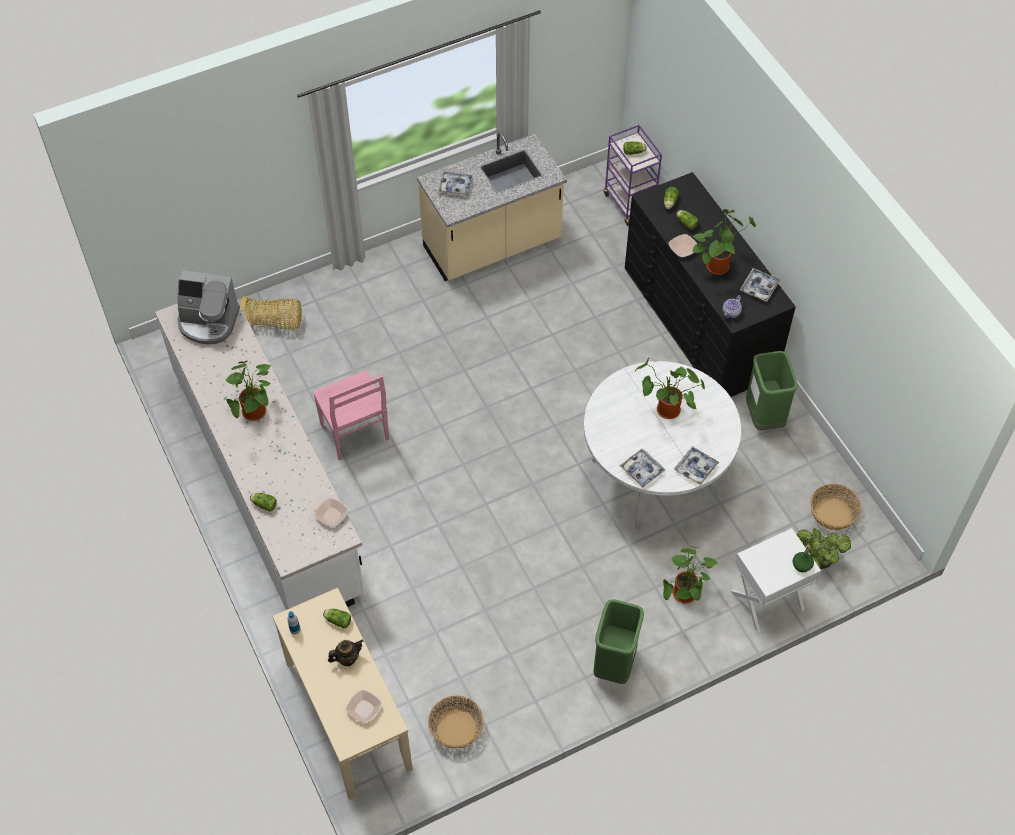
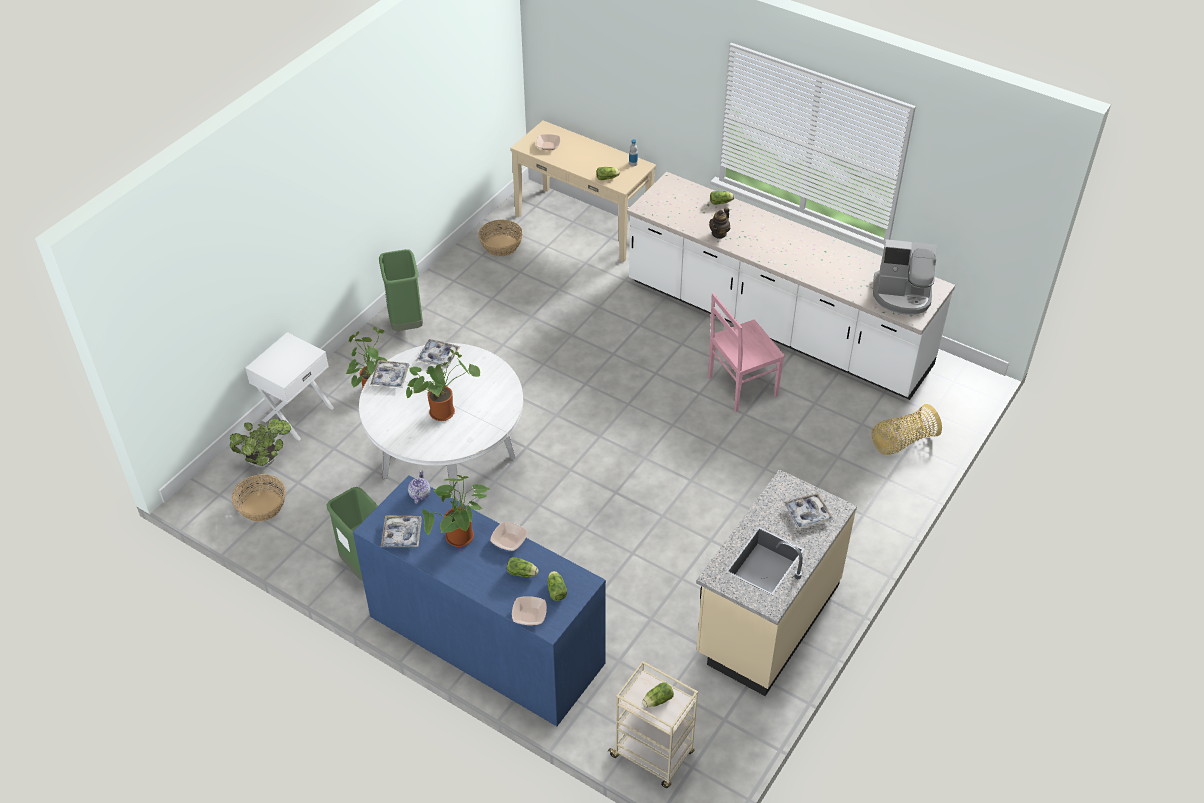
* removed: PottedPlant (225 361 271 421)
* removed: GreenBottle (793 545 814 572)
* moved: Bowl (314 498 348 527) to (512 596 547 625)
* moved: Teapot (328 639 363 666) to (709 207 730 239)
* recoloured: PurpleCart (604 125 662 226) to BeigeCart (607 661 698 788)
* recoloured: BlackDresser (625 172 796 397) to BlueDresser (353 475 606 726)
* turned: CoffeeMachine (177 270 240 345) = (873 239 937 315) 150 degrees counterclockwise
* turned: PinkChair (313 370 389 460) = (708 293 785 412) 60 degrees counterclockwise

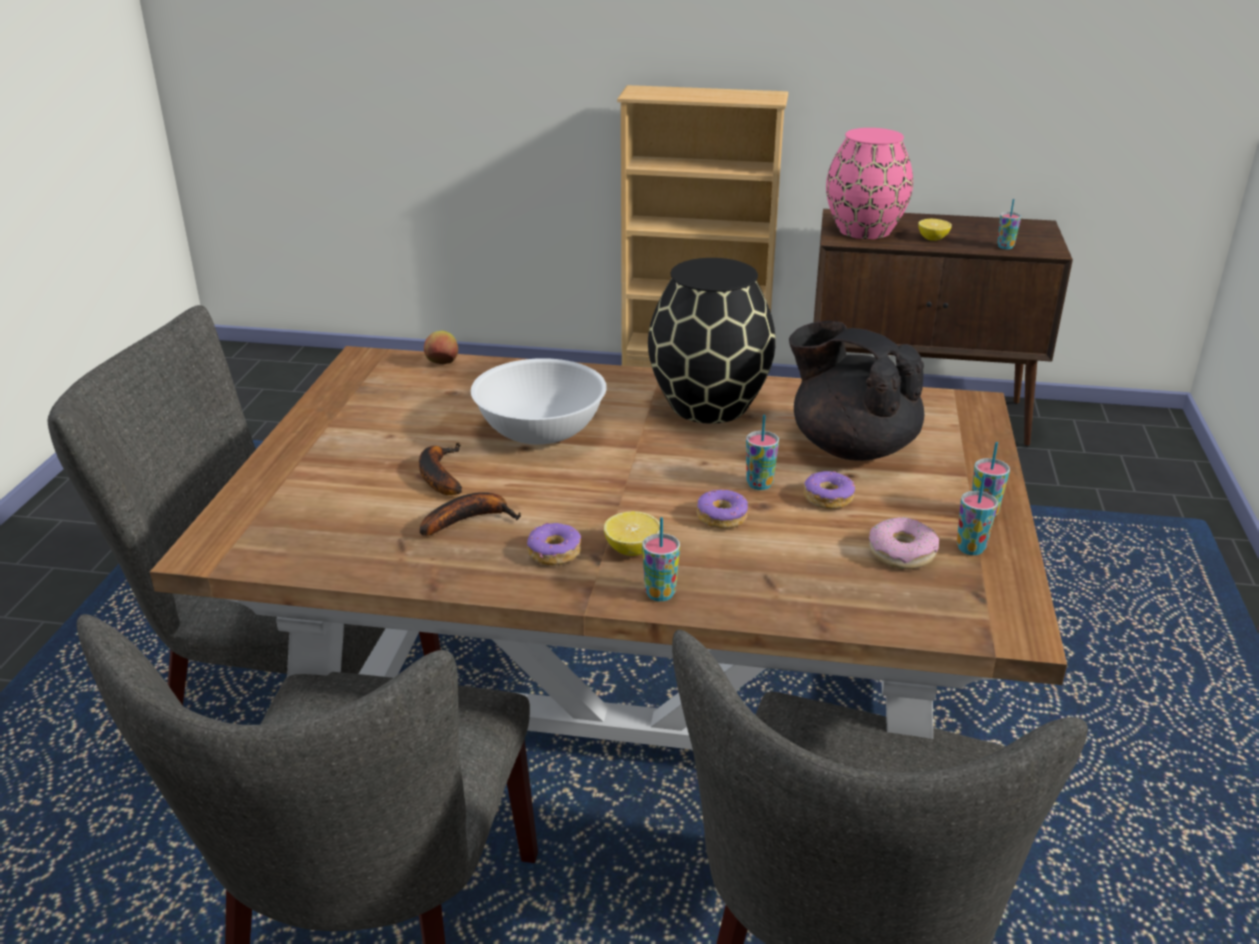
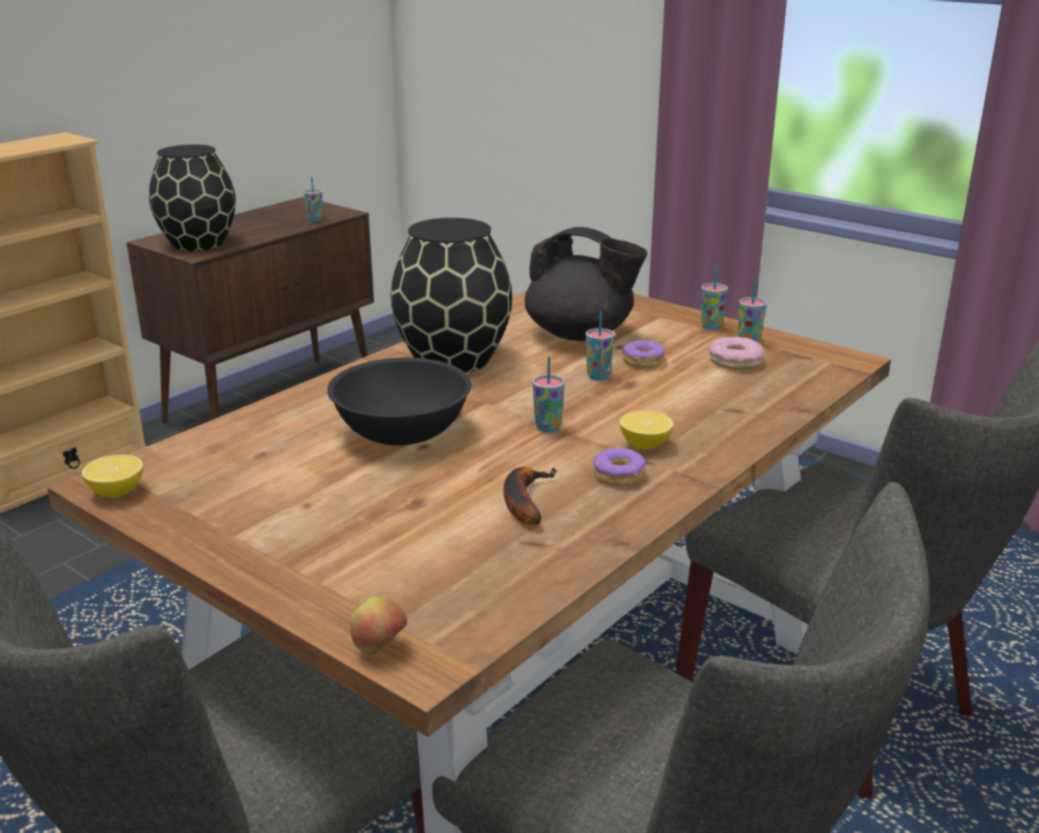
* removed: Banana (419 443 462 495)
* removed: Donut (697 490 748 529)
* moved: Apple (424 330 458 364) to (350 596 407 654)
* moved: Cup (642 517 680 601) to (533 357 565 433)
* moved: Lemon (918 219 952 241) to (82 455 143 498)
* recoloured: WhiteBowl (471 358 607 445) to BlackBowl (327 358 472 445)
* recoloured: PinkVase (826 128 913 239) to BlackVase (149 145 236 251)
* turned: BlackTeapot (789 321 924 461) = (525 227 647 341) 135 degrees counterclockwise

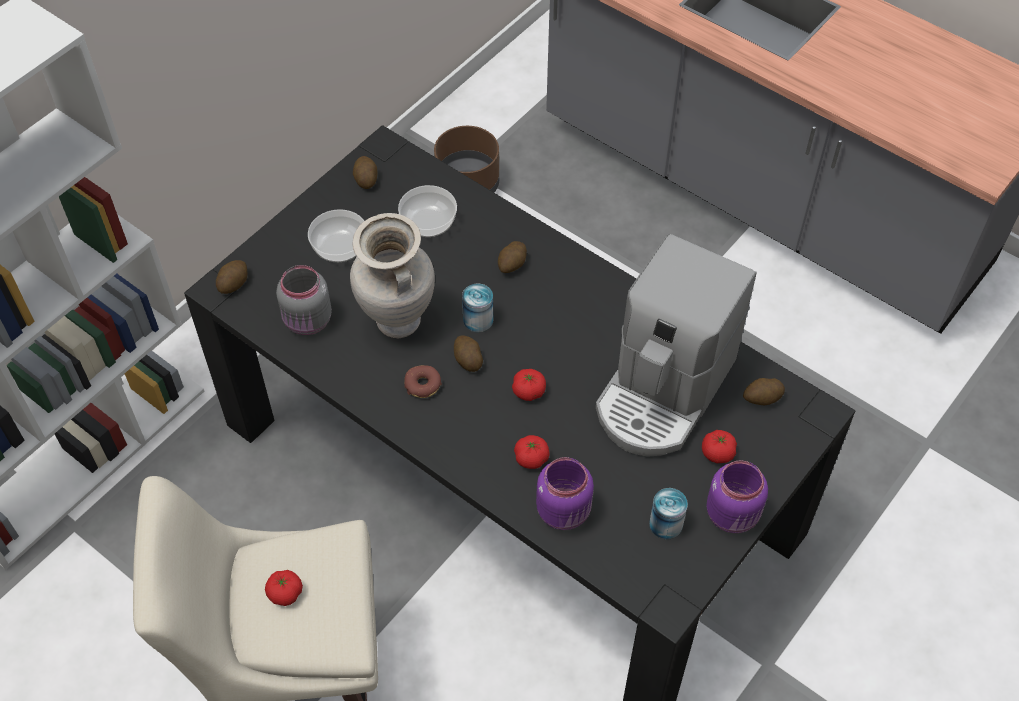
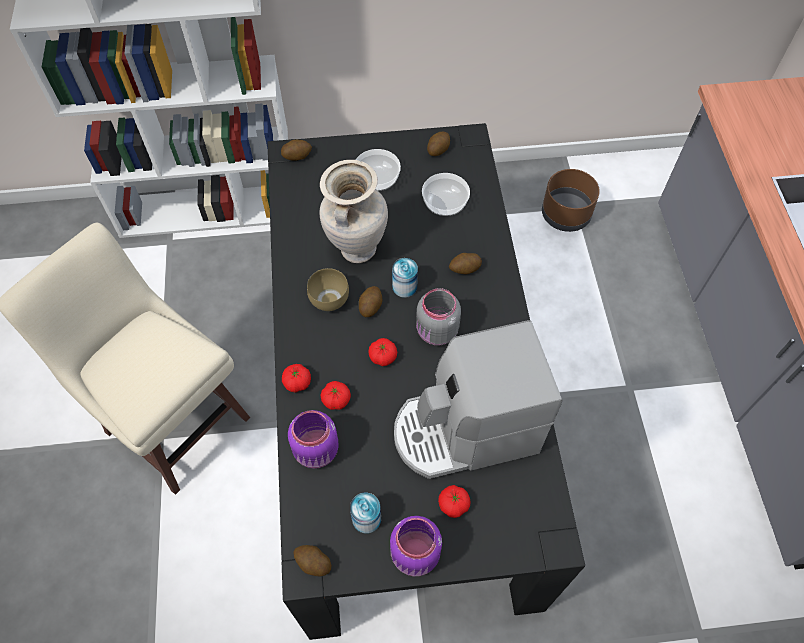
* moved: Tomato (265 570 303 606) to (282 364 311 392)
* moved: GreyJar (276 265 332 335) to (416 288 461 345)
* moved: Potato (743 378 785 405) to (293 545 332 576)
* replaced: Donut (404 365 442 398) to BrownBowl (307 268 349 311)

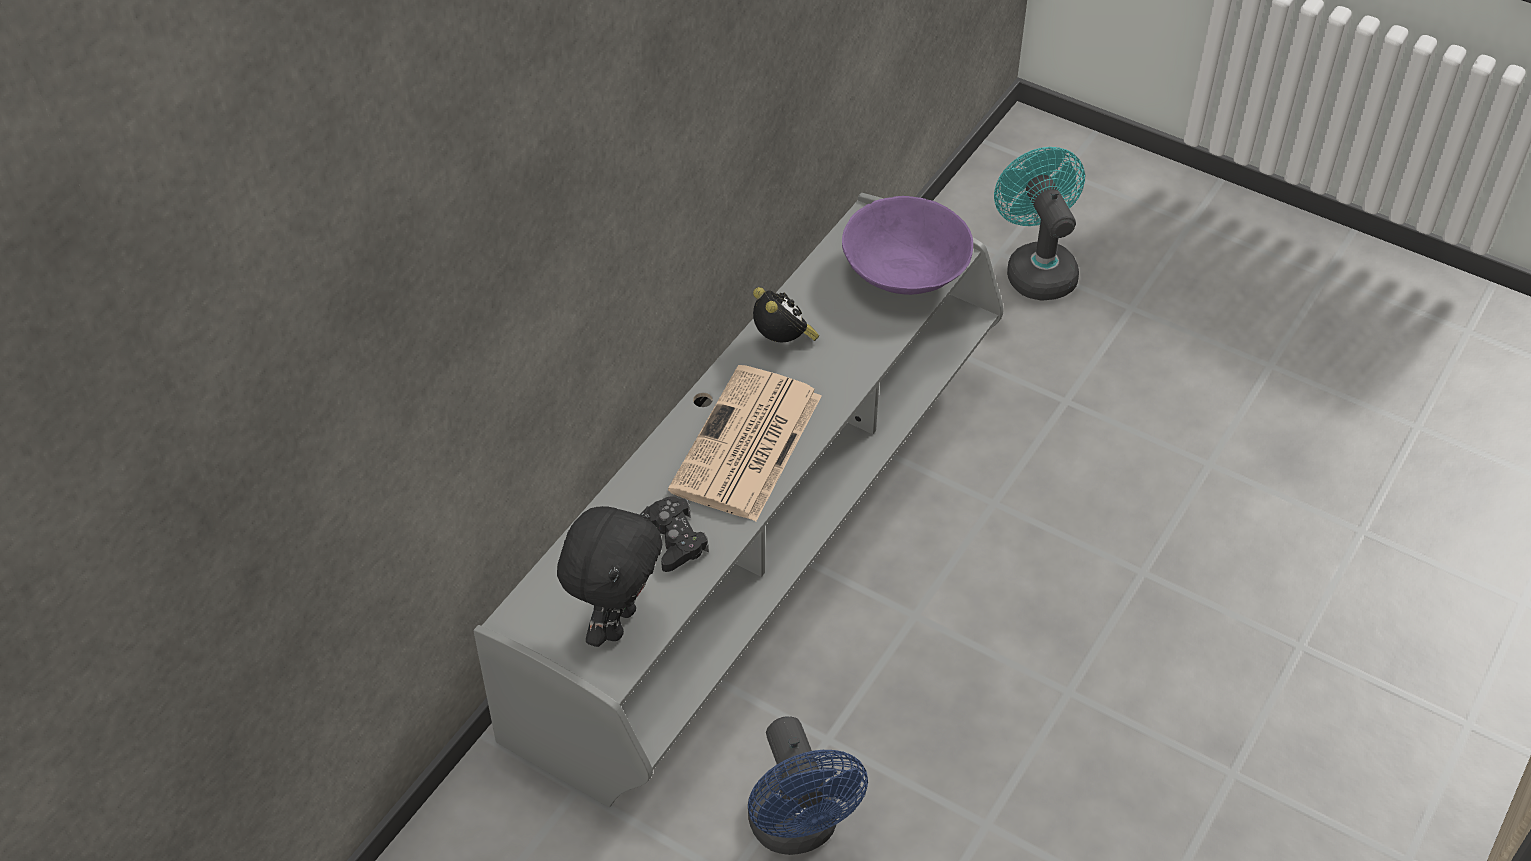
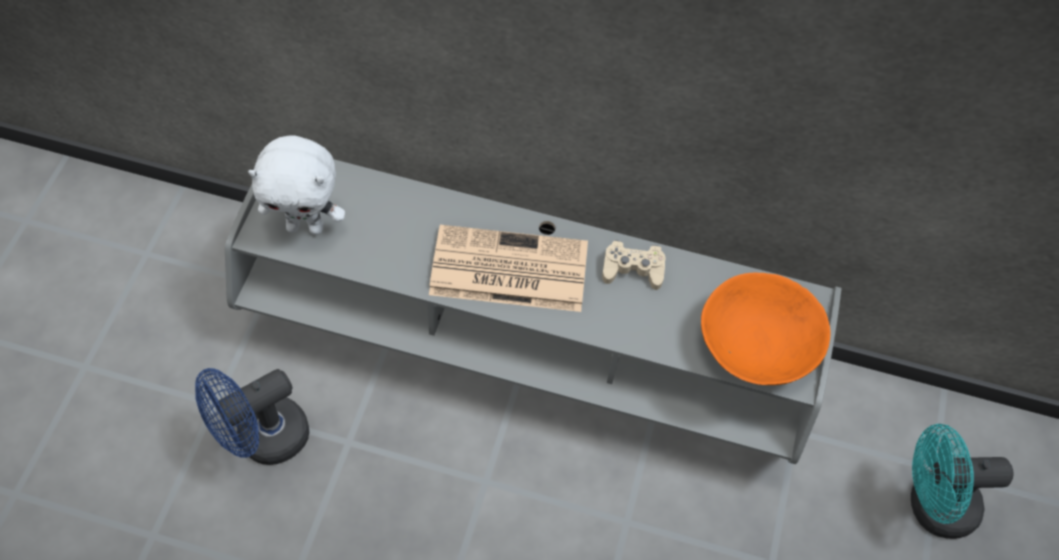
* removed: BlackGameController (640 496 709 572)
* replaced: AlarmClock (753 287 819 343) to BeigeGameController (602 240 665 290)
* recoloured: BlackPlushToy (557 506 662 647) to WhitePlushToy (248 135 345 235)
* recoloured: PurpleBowl (842 196 973 295) to OrangeBowl (701 272 831 385)
* turned: TurquoiseFan (994 147 1085 301) = (911 424 1013 539) 150 degrees counterclockwise

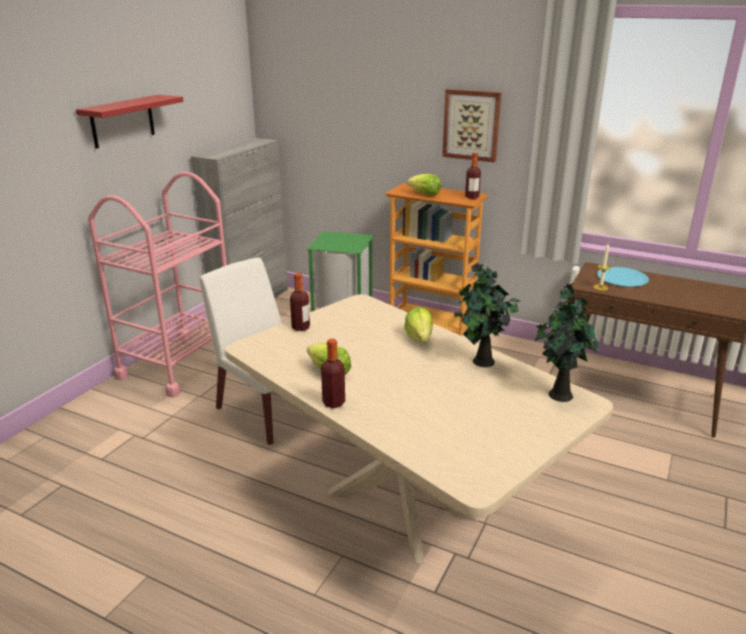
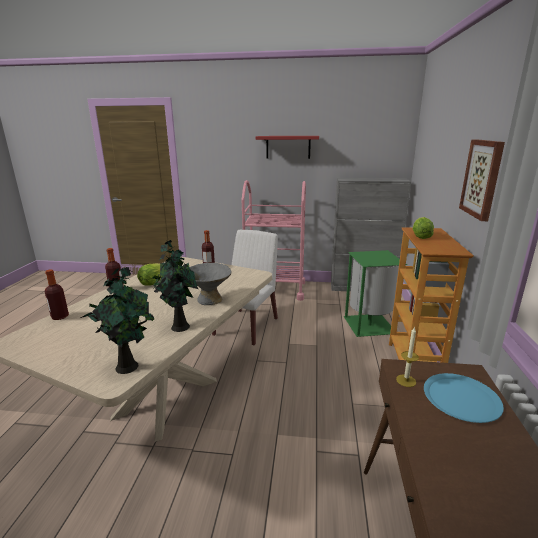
* moved: Bottle (465 153 481 199) to (45 269 69 320)
* replaced: Lettuce (404 307 433 342) to GreyBowl (190 263 232 305)

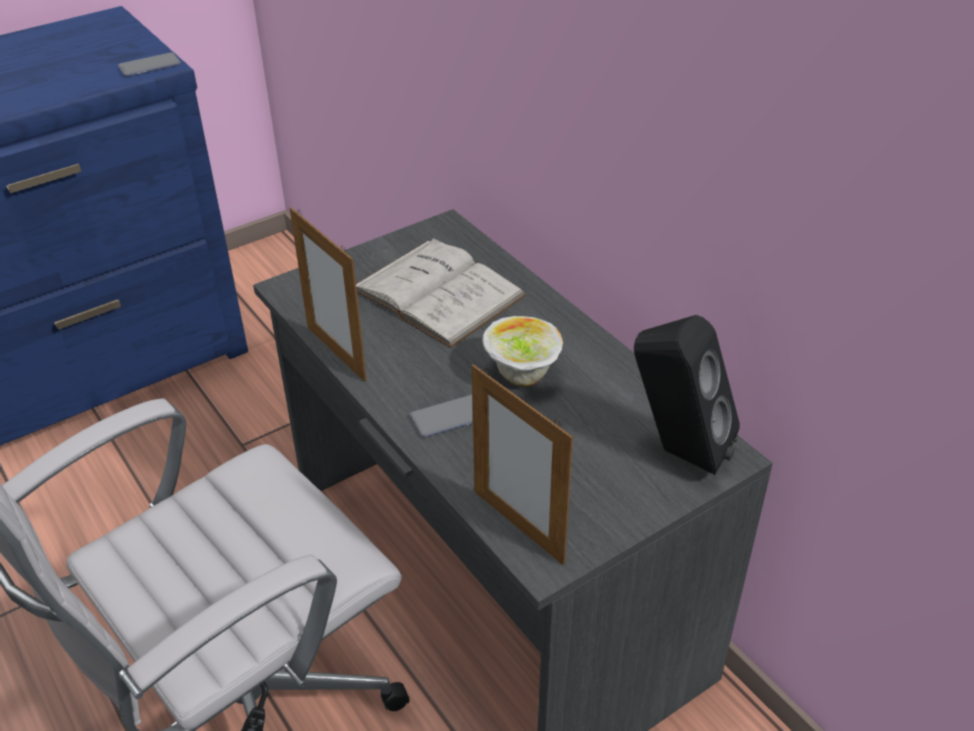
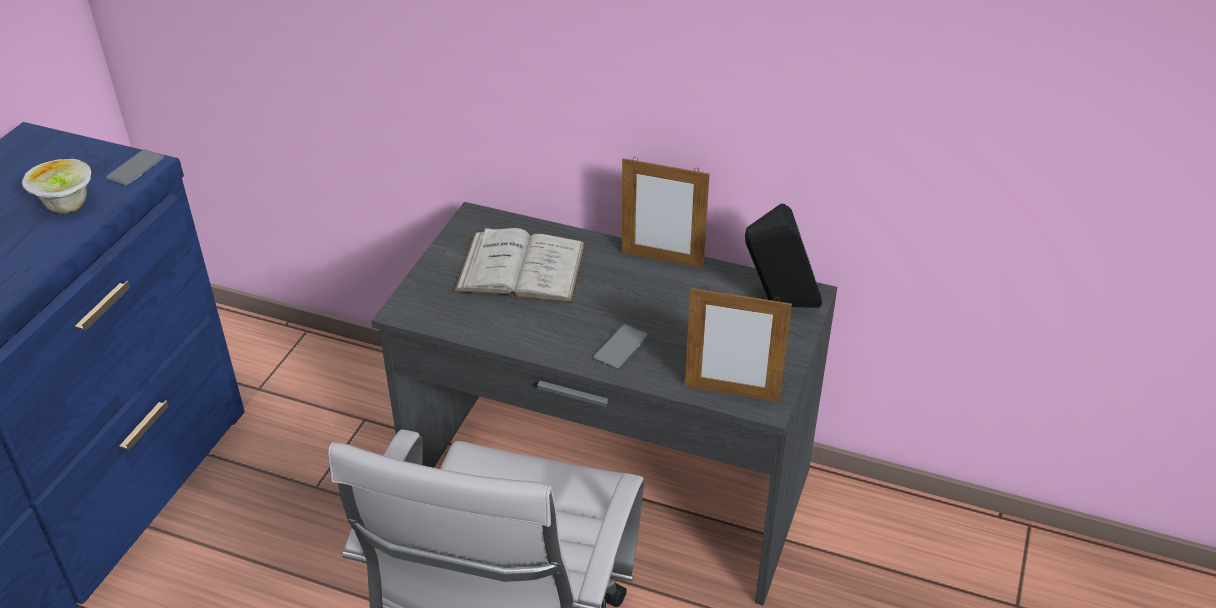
* moved: PictureFrame (290 207 367 382) to (621 157 710 268)
* moved: Bowl (482 316 563 386) to (22 159 91 214)

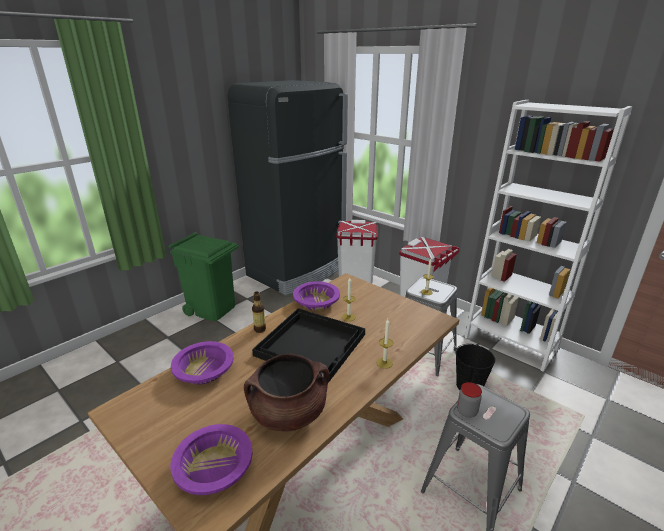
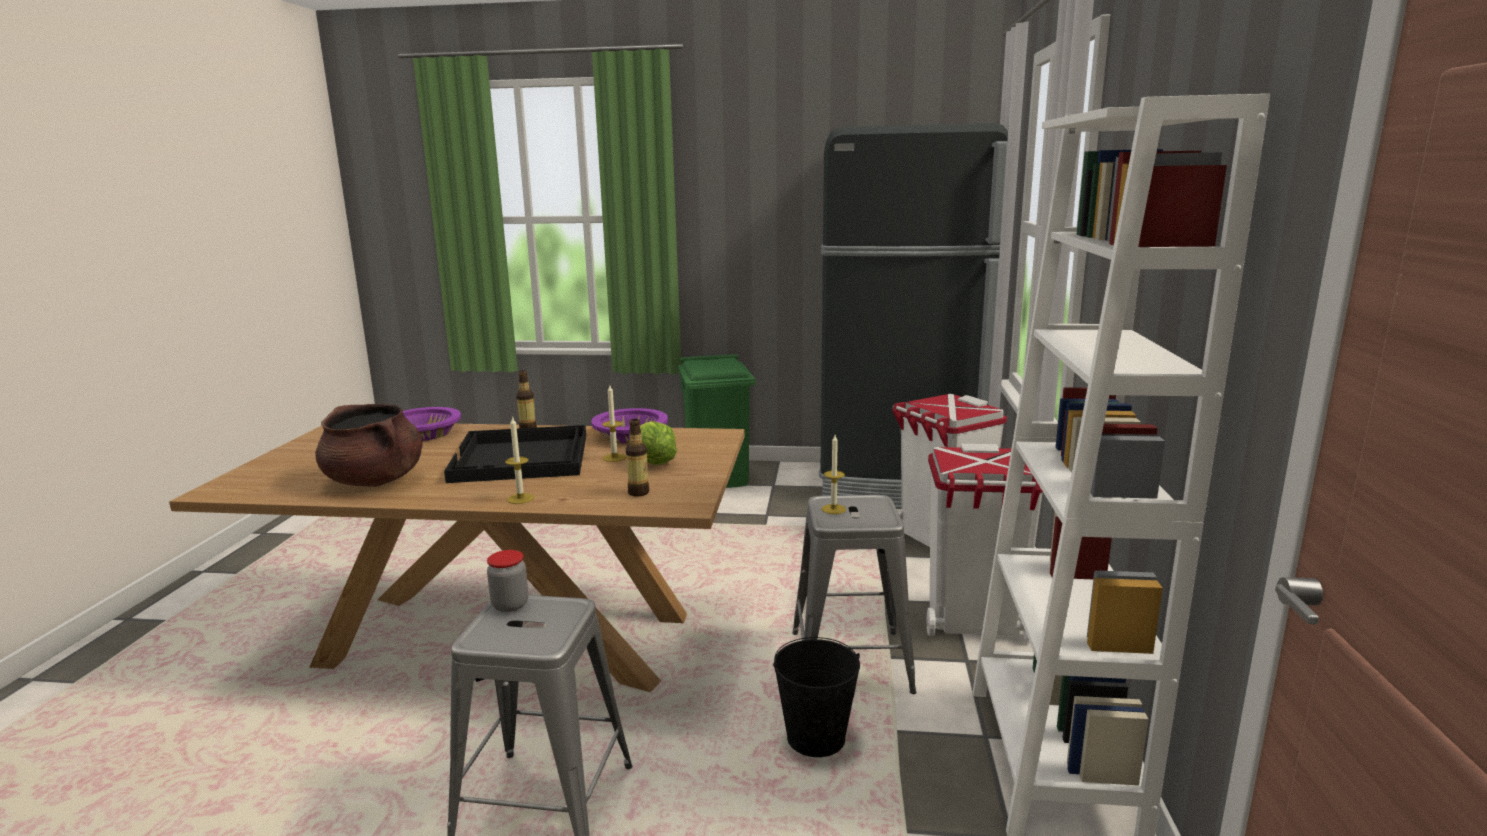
* removed: PurpleBowl (170 424 253 495)
* added: Bottle (626 419 649 497)
* added: Lettuce (640 421 677 465)

